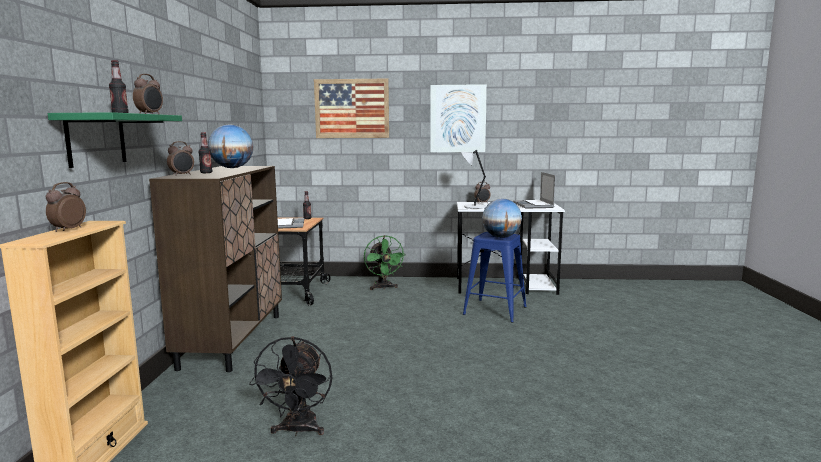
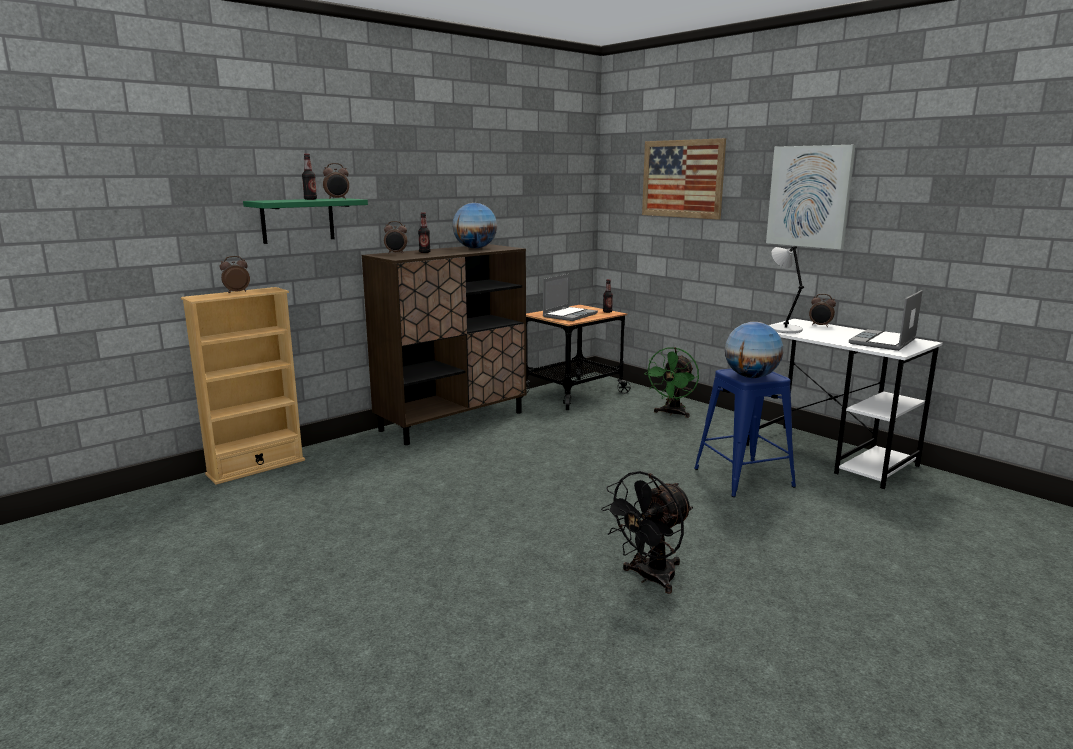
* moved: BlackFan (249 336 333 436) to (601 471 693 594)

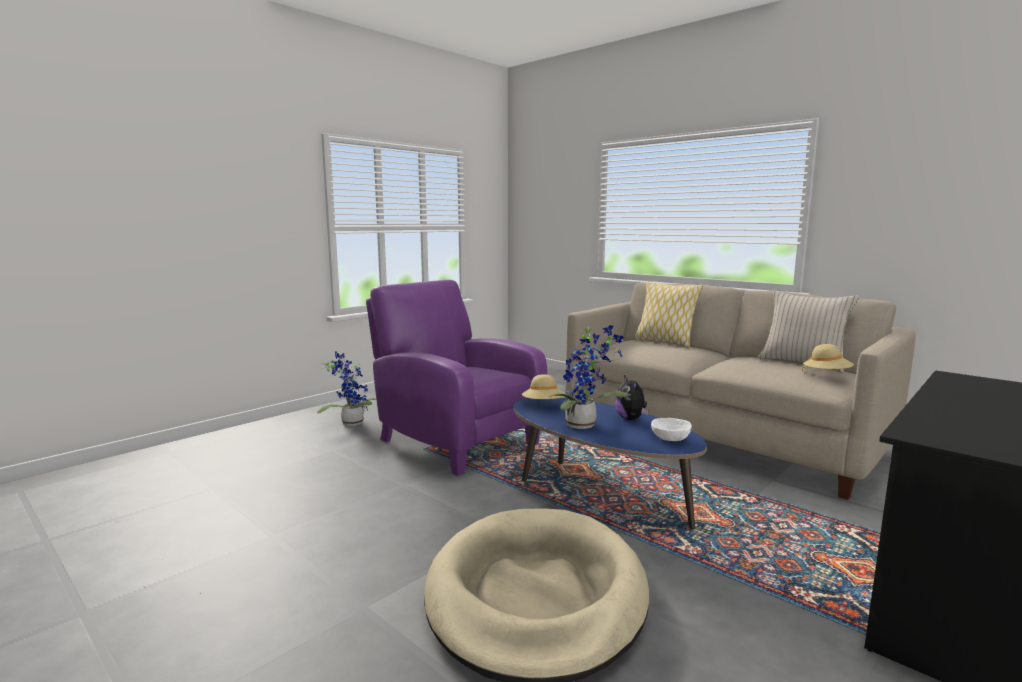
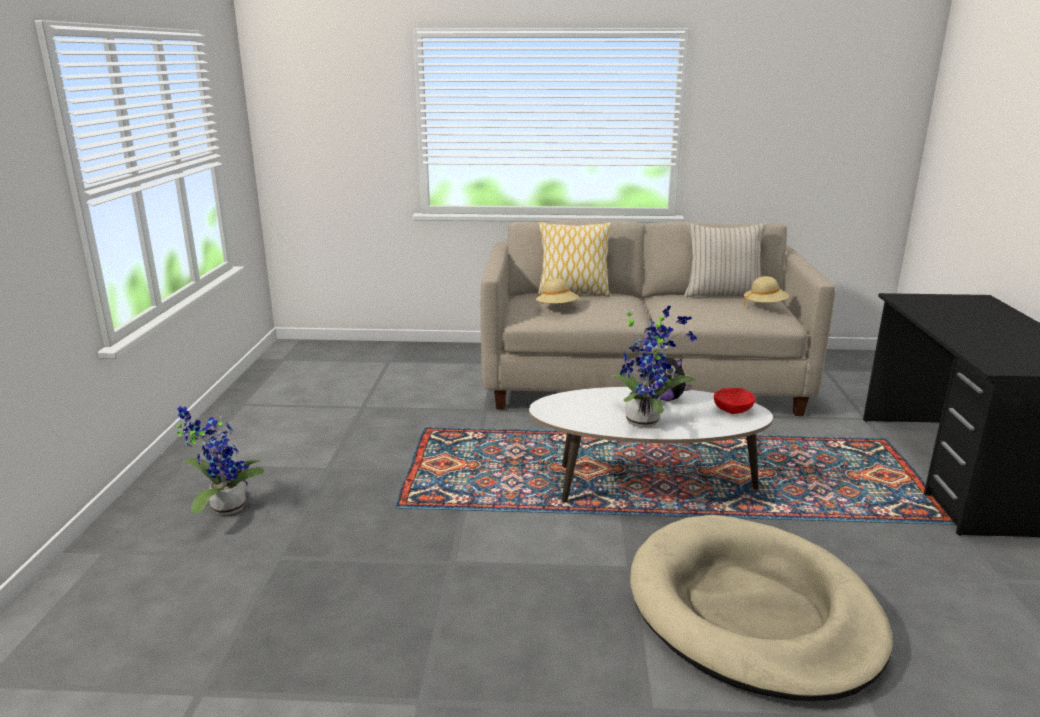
* removed: PurpleArmchair (366 280 547 476)
* moved: BeigeHat (522 374 565 399) to (536 278 580 304)
* recoloured: BlueCoffeeTable (514 398 707 529) to WhiteCoffeeTable (529 387 773 503)
* recoloured: WhiteBowl (651 418 692 441) to RedBowl (714 388 755 414)

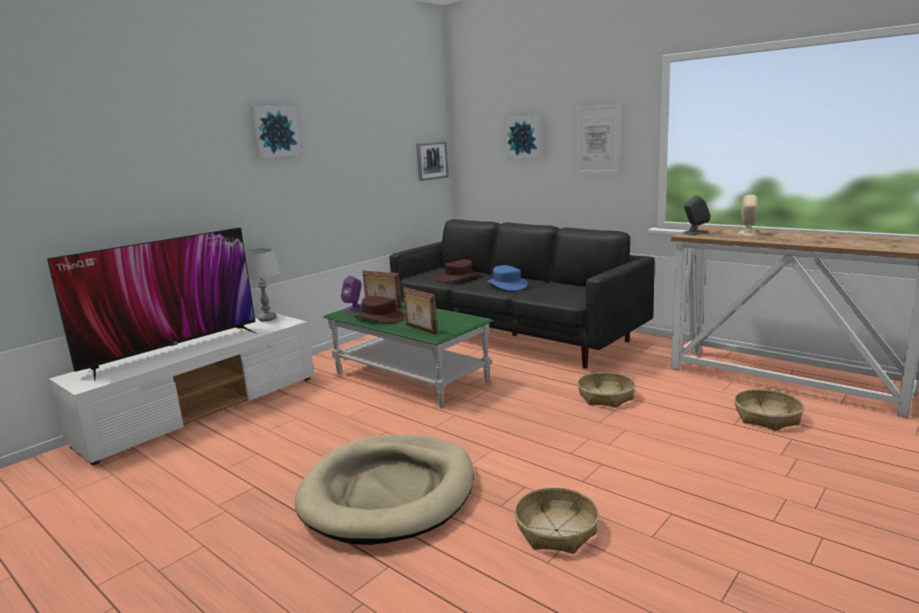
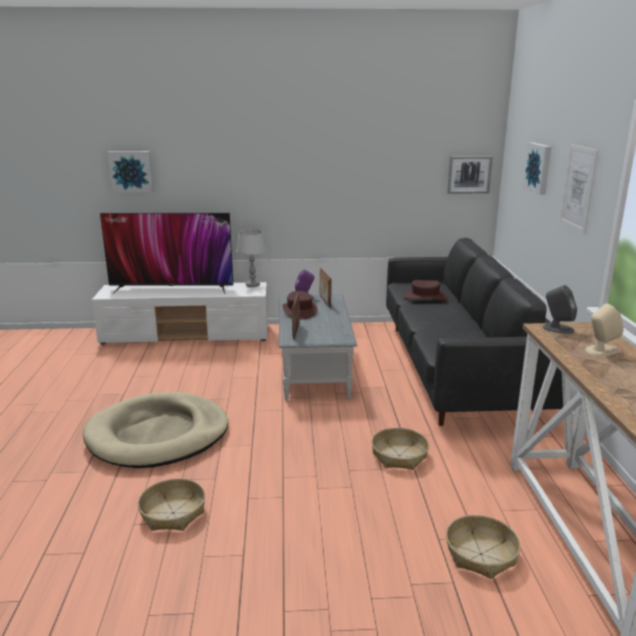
* removed: BlueHat (487 265 527 291)
* moved: Picture (249 106 301 158) to (108 151 154 193)
* recoloured: GreenCoffeeTable (323 302 494 408) to GreyCoffeeTable (279 294 357 401)

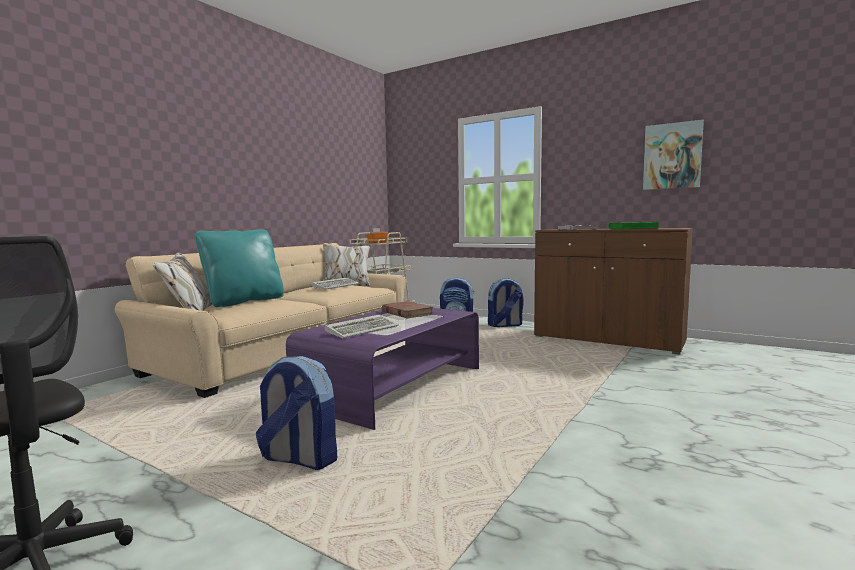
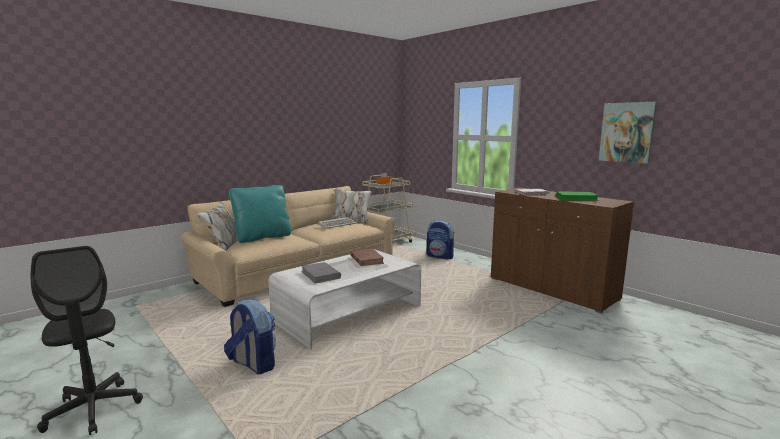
* removed: Backpack (488 278 523 327)
* replaced: Keyboard (325 314 399 339) to GreyBook (301 262 341 283)
* recoloured: PurpleCoffeeTable (286 308 479 430) to WhiteCoffeeTable (268 249 421 350)

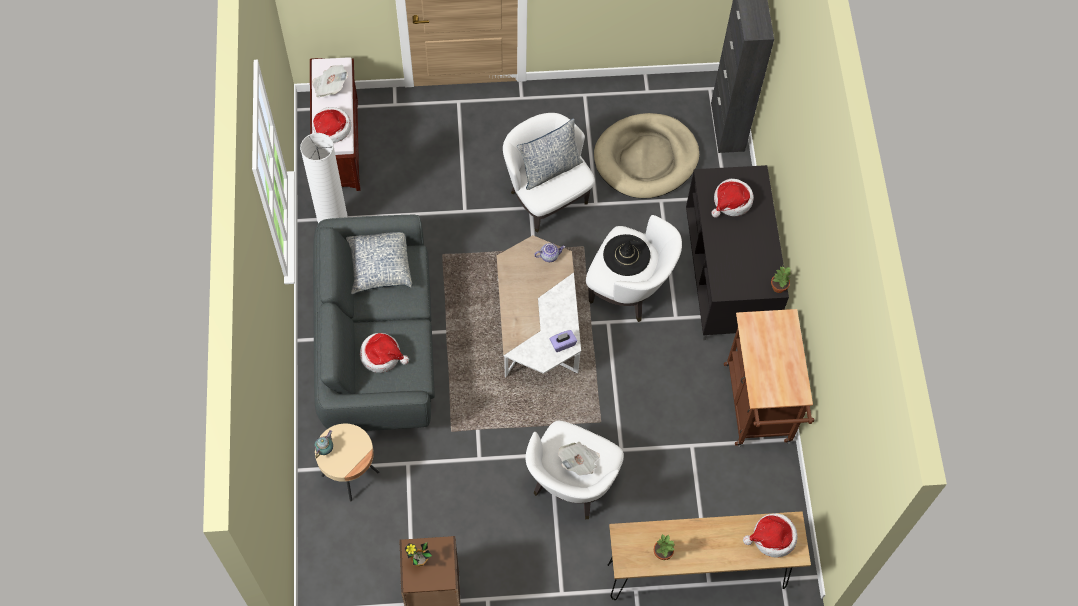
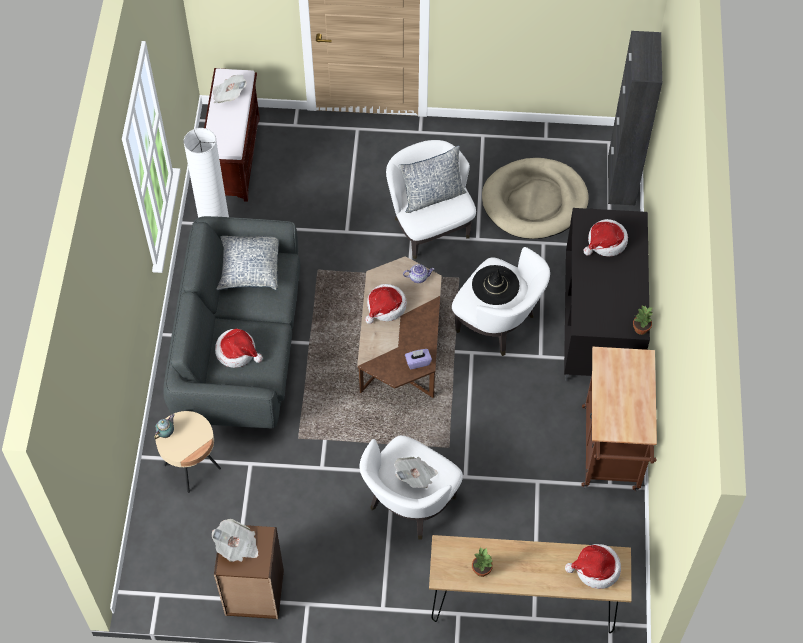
* moved: Hat (313 107 351 143) to (365 284 407 324)
* replaced: PottedPlant (405 542 432 566) to Newspaper (212 519 258 562)
* recoloured: WhiteCoffeeTable (497 235 581 377) to BrownCoffeeTable (357 256 442 398)

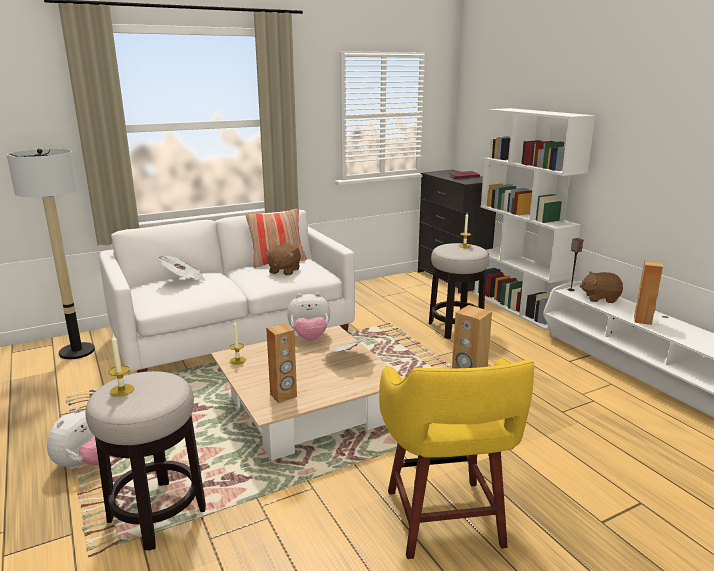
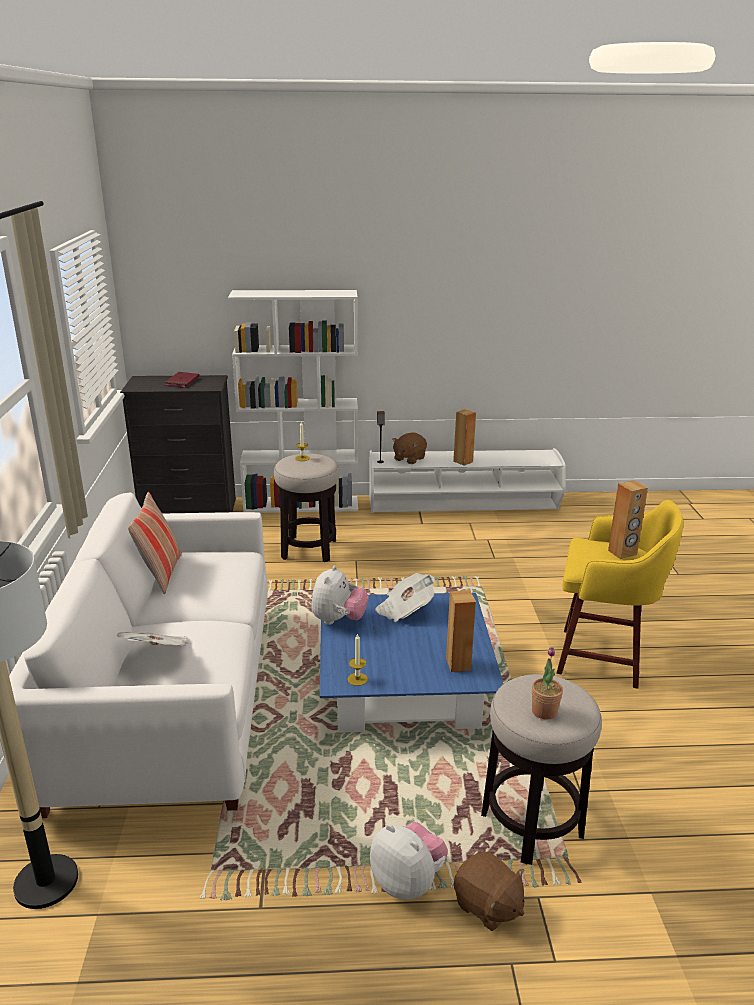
* moved: BrownPlushToy (265 244 301 276) to (454 852 524 931)
* replaced: Candle (108 335 134 397) to PottedPlant (532 647 563 720)
* recoloured: BeigeCoffeeTable (211 325 402 461) to BlueCoffeeTable (320 592 504 733)

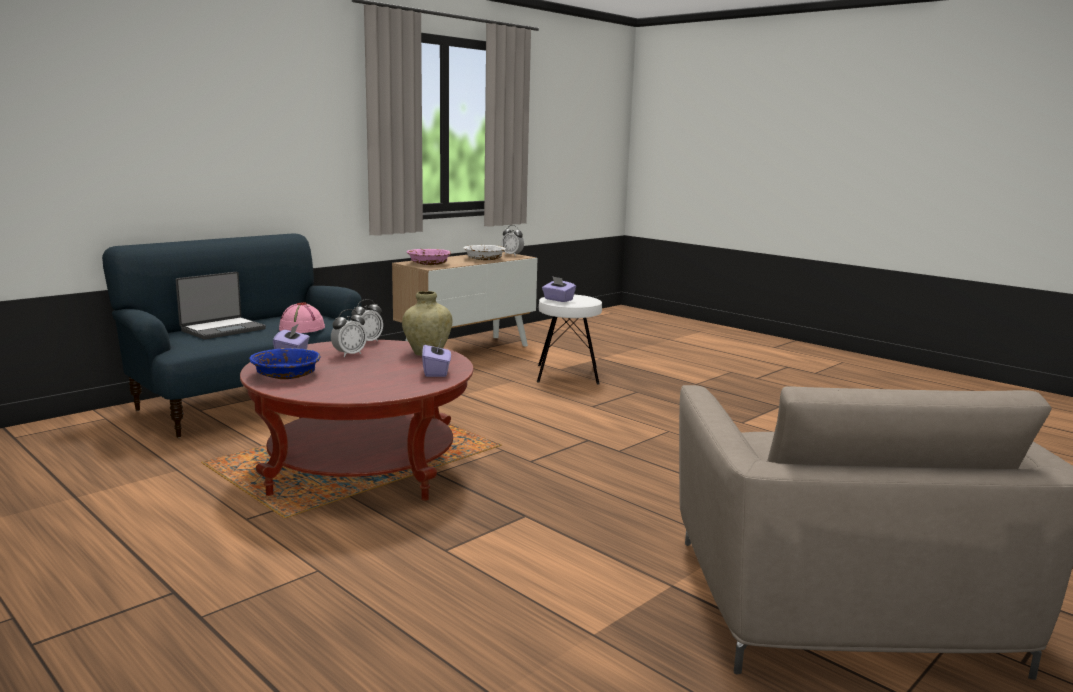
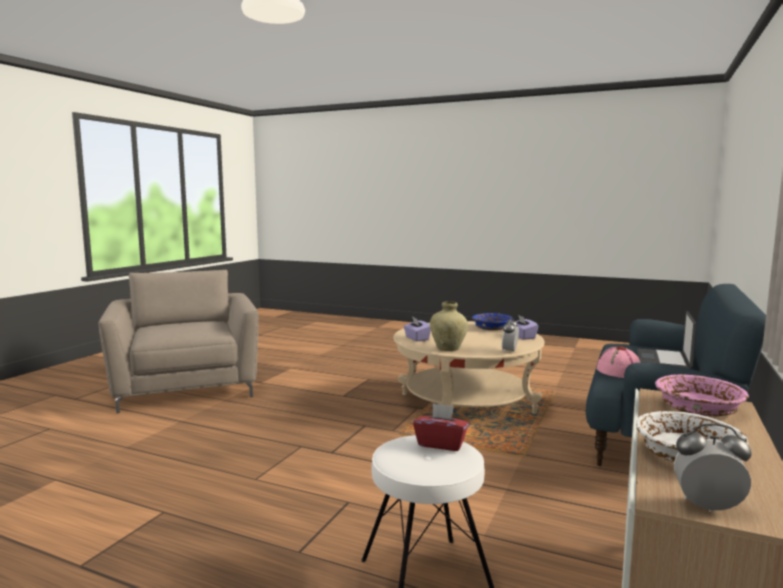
* removed: AlarmClock (331 309 367 357)
* recoloured: RedCoffeeTable (240 340 474 501) to BeigeCoffeeTable (393 321 545 414)
* recoloured: PurpleTissueBox (542 276 576 302) to RedTissueBox (413 403 469 451)

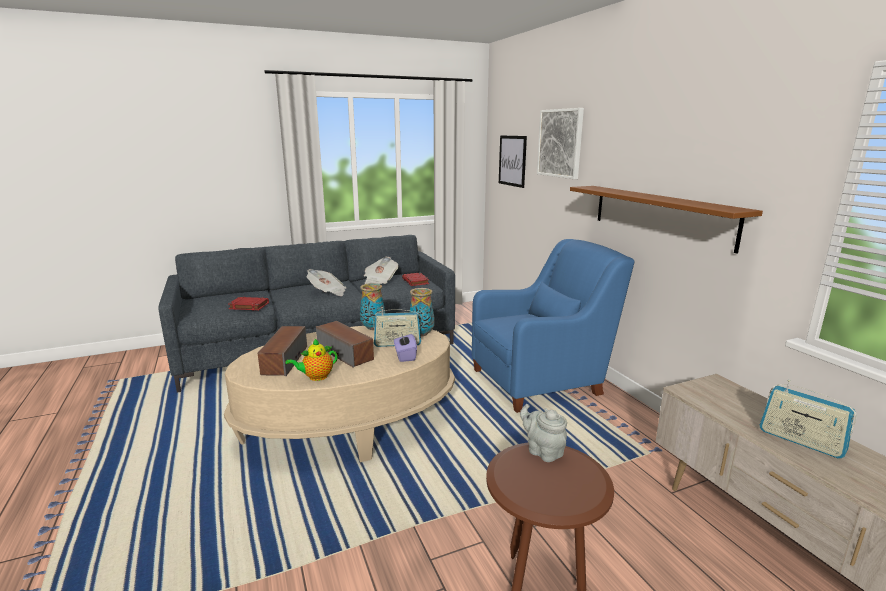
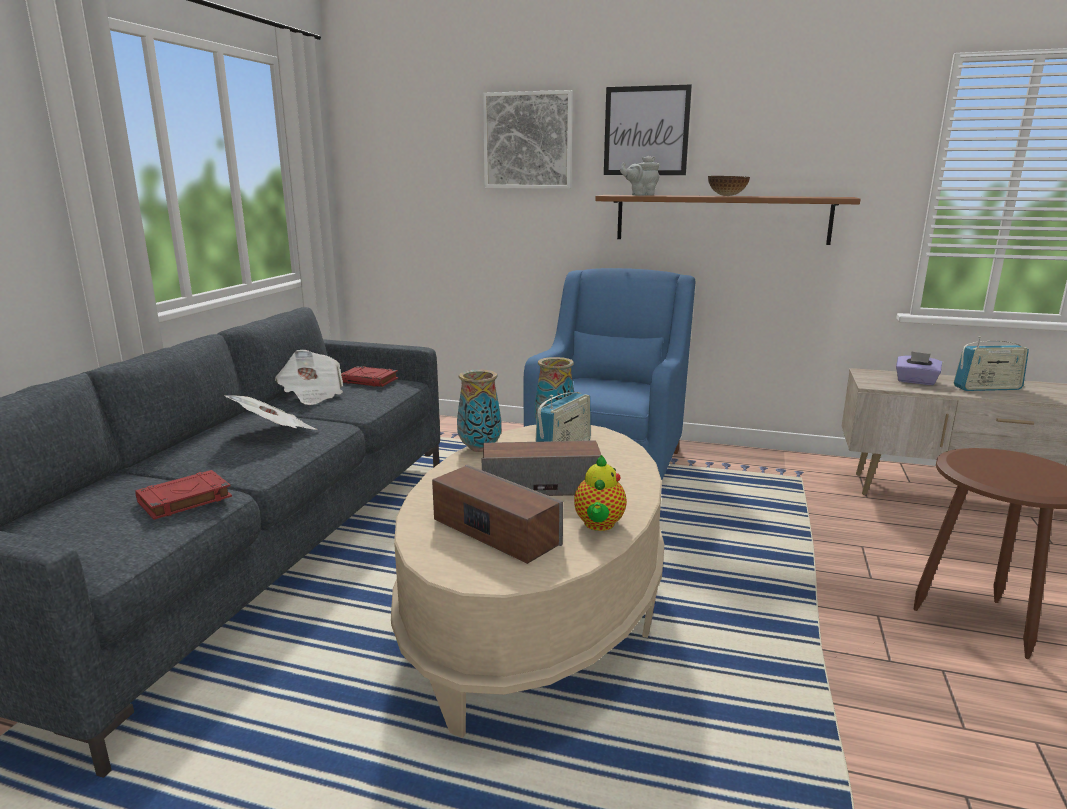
* added: Bowl (708 176 750 196)
* moved: PurpleTissueBox (394 332 417 362) to (896 351 942 385)
* moved: Picture (499 135 527 188) to (604 84 692 175)
* moved: GreyTeapot (520 404 567 462) to (620 156 660 196)

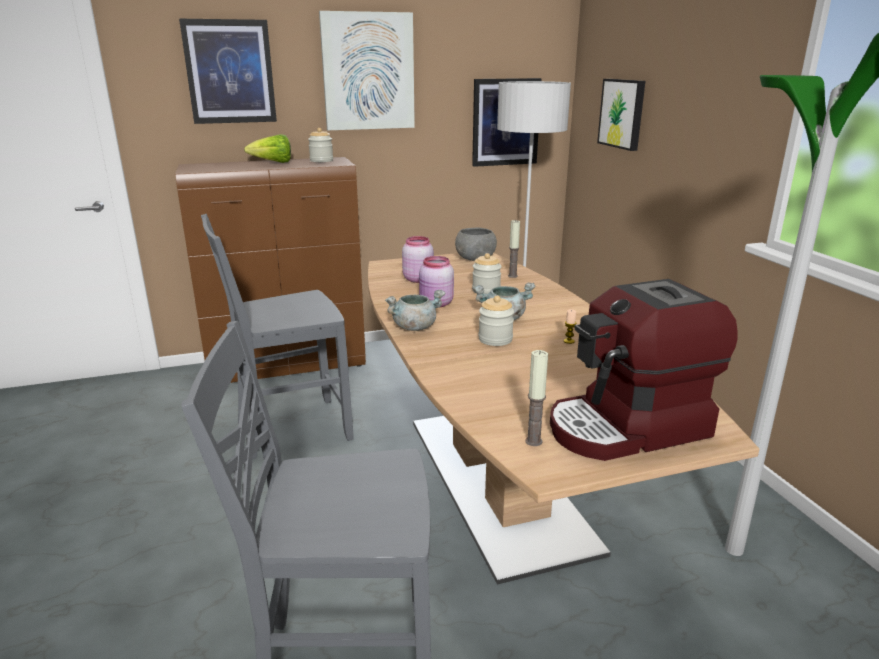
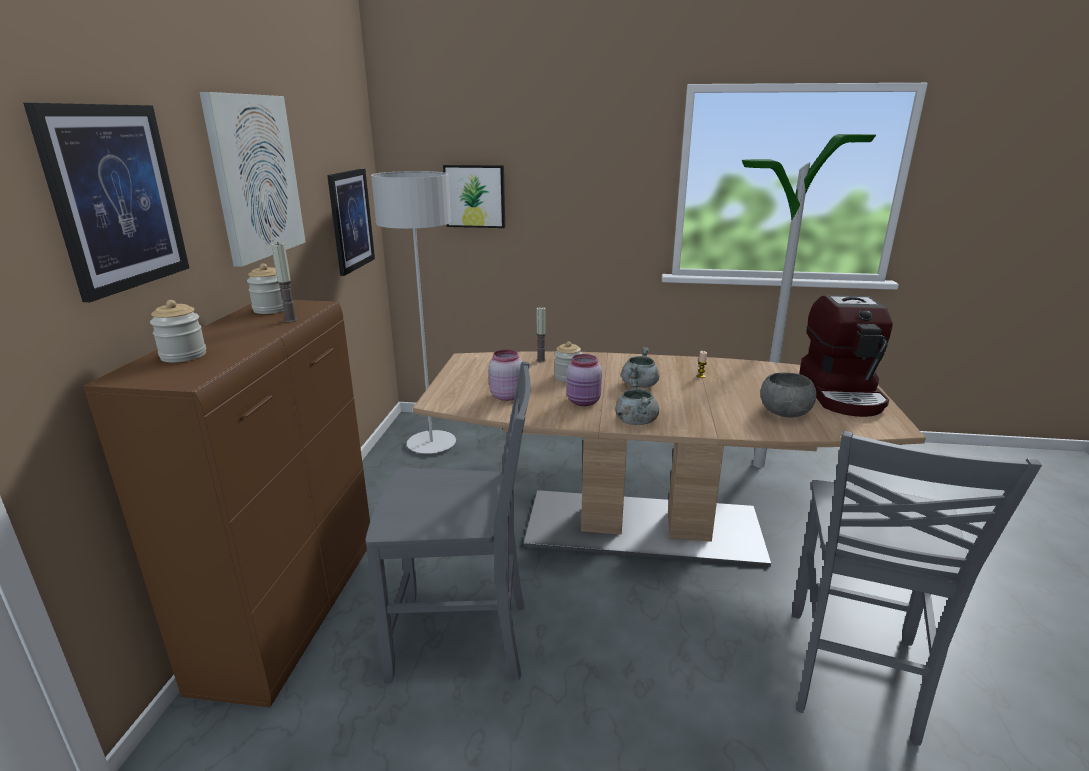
* removed: Lettuce (244 134 291 163)
* moved: GreyBowl (455 228 497 261) to (760 372 816 418)
* moved: Jar (478 296 514 346) to (150 300 206 363)
* moved: Candle (525 350 548 446) to (271 242 298 322)
* turned: GreyChair (201 214 354 459) = (365 361 531 683) 90 degrees counterclockwise

